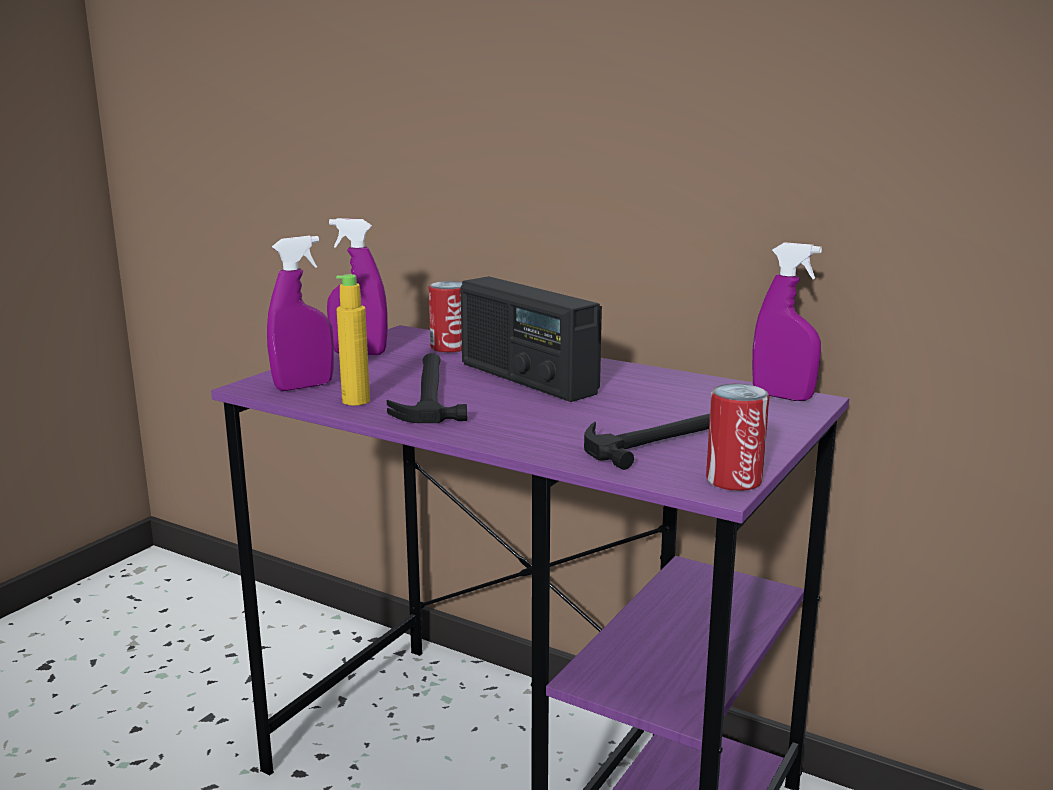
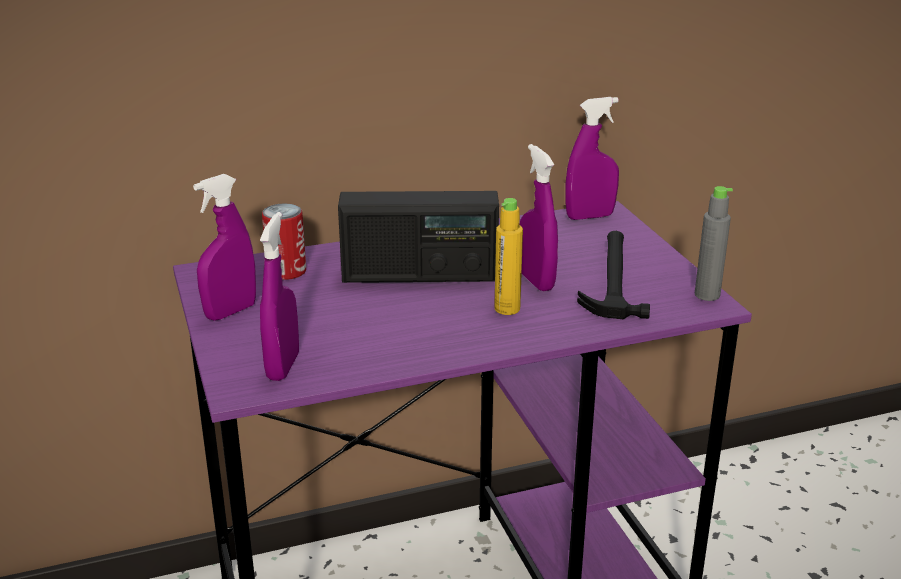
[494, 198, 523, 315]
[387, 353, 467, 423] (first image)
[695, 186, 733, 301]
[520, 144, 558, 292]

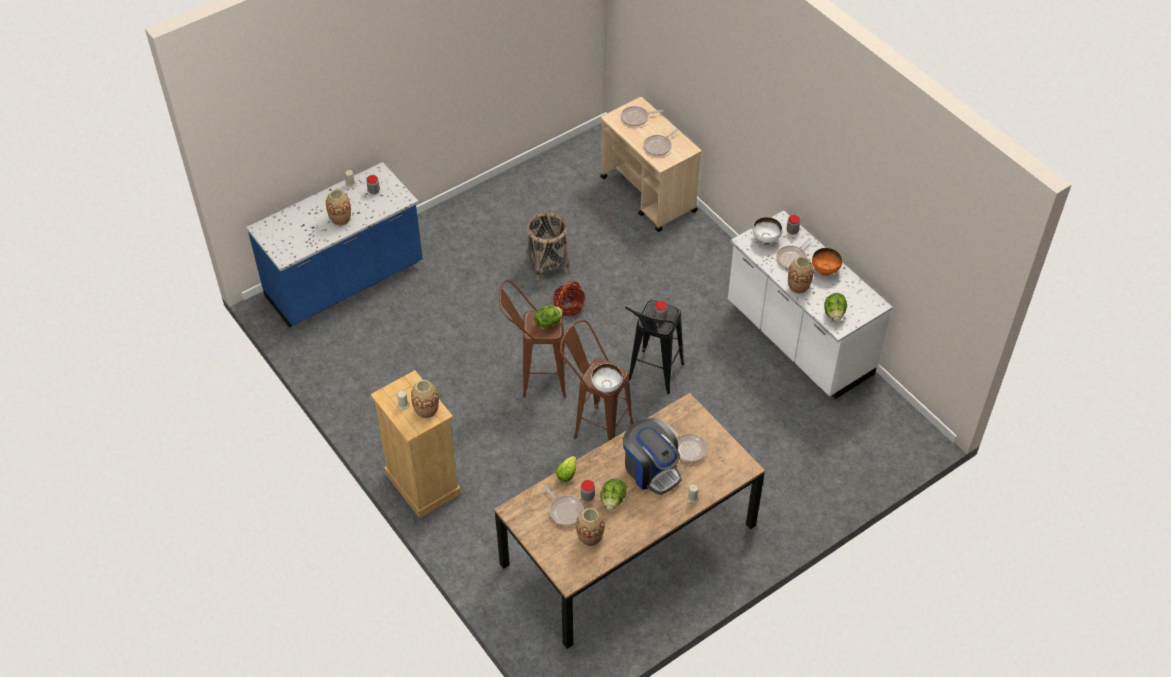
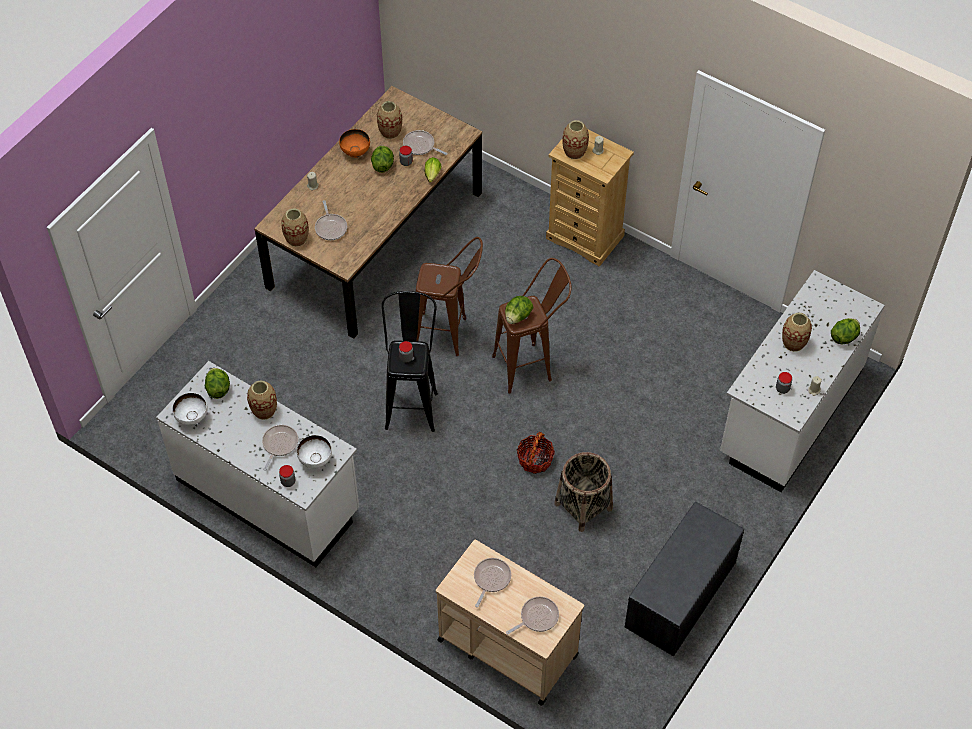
[720, 270, 885, 492]
[172, 393, 208, 425]
[623, 418, 682, 495] (first image)
[315, 200, 347, 240]
[339, 129, 370, 158]
[282, 208, 309, 247]
[625, 502, 744, 657]
[831, 318, 860, 345]

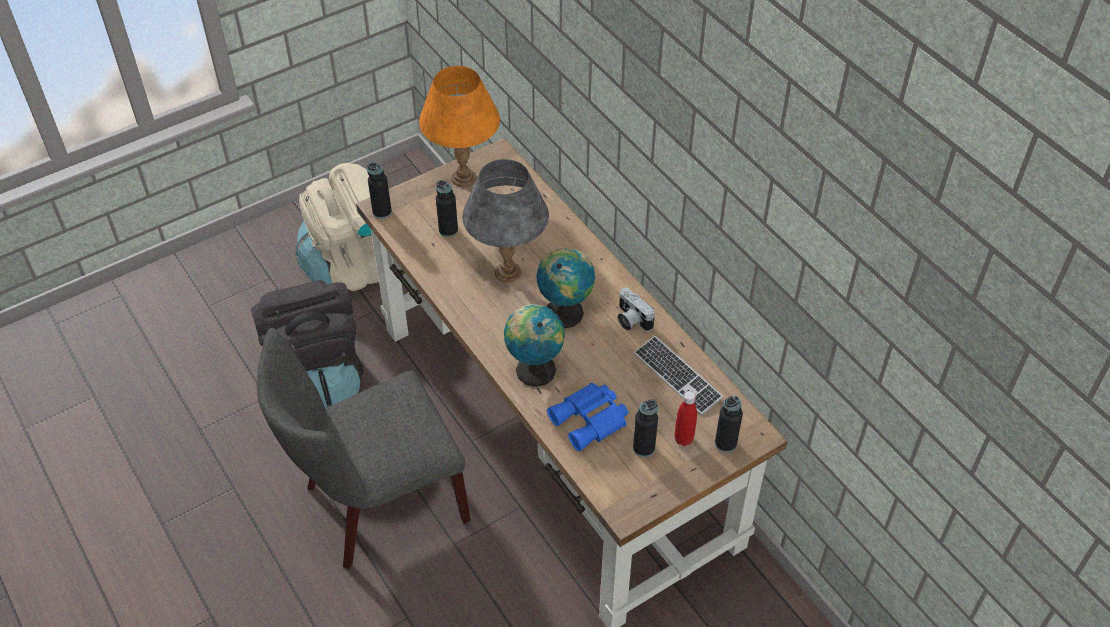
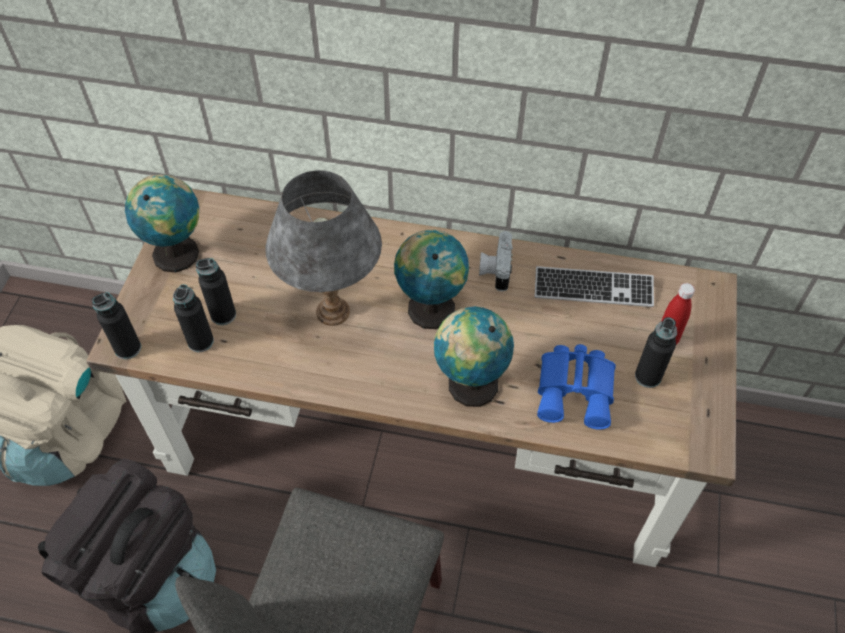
[125, 174, 199, 272]
[479, 231, 513, 291]
[173, 284, 214, 352]

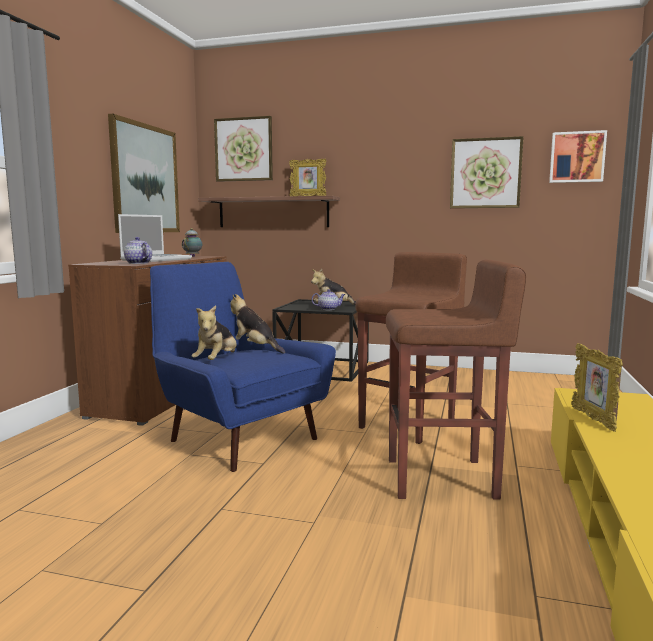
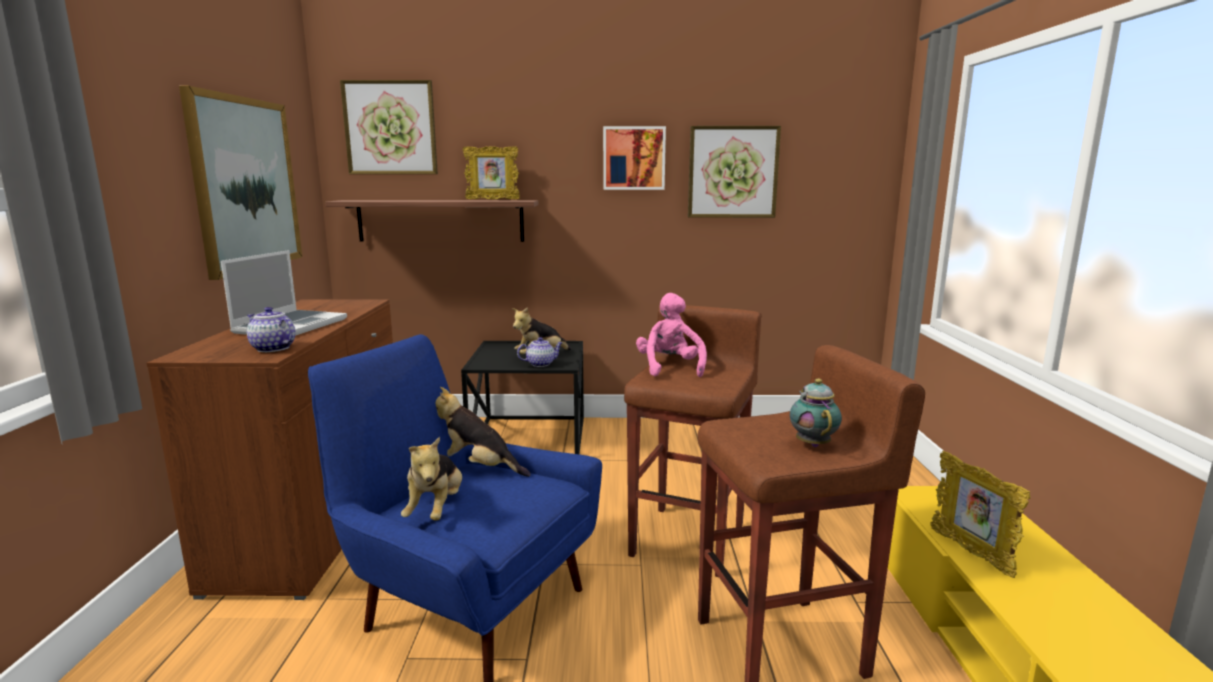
[790, 379, 842, 447]
[603, 126, 666, 190]
[636, 293, 707, 377]

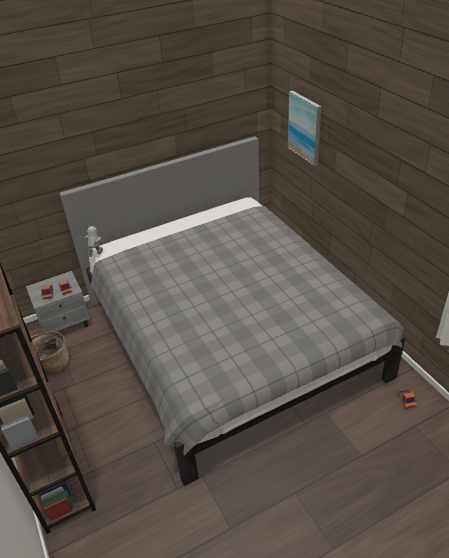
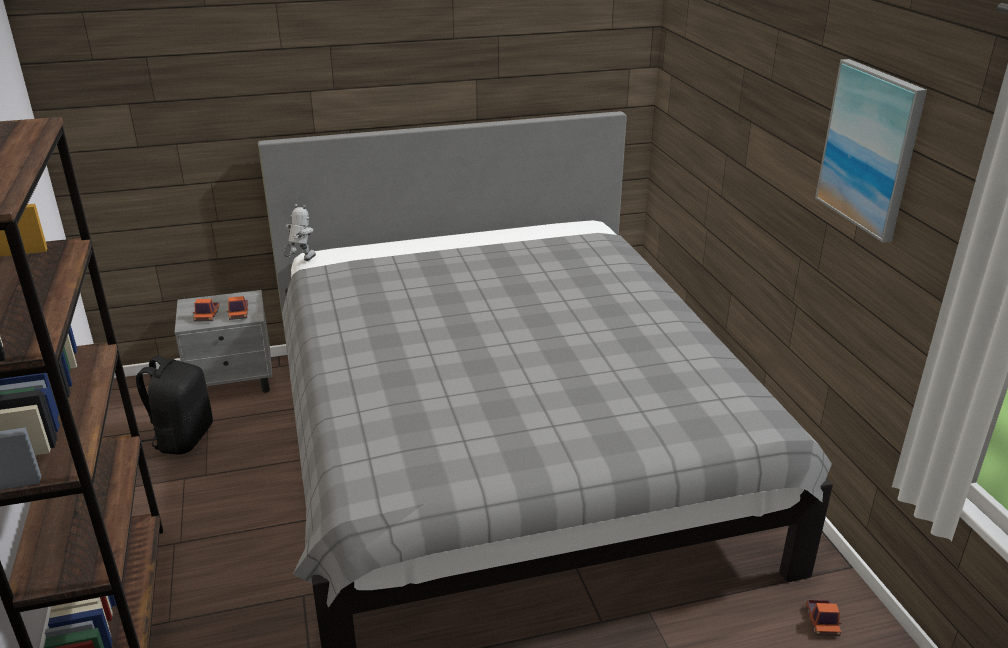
[136, 355, 213, 455]
[815, 59, 927, 243]

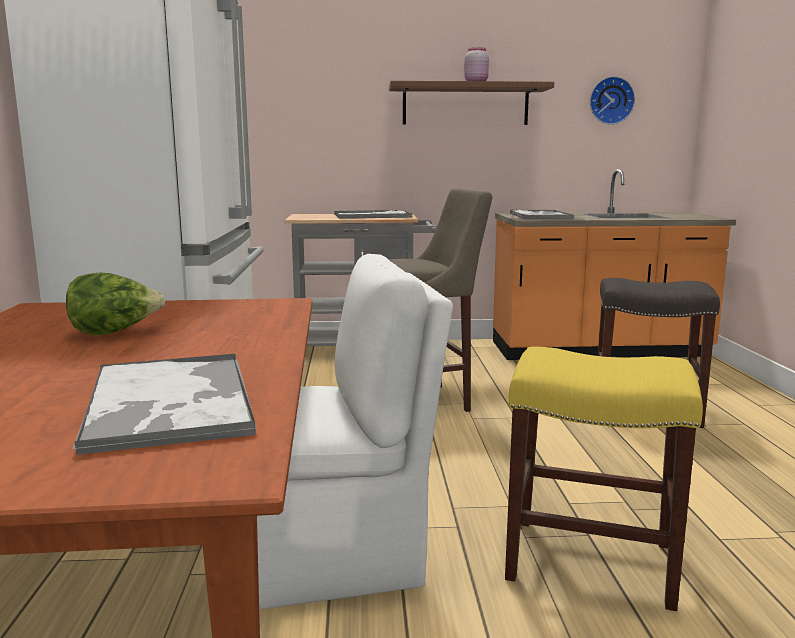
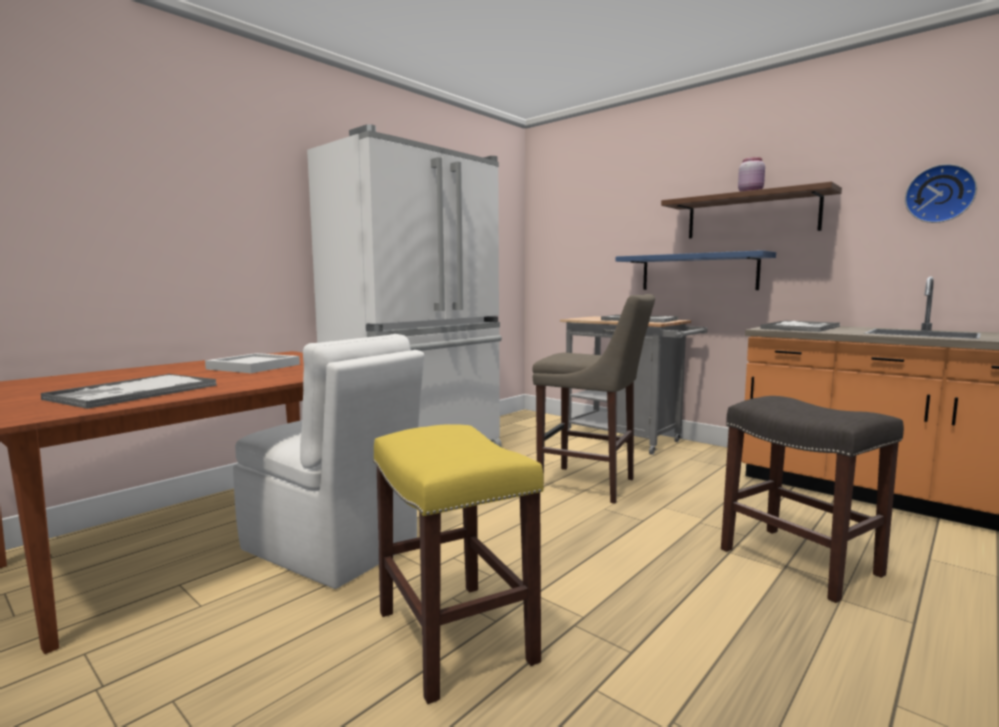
[205, 353, 300, 373]
[616, 250, 776, 290]

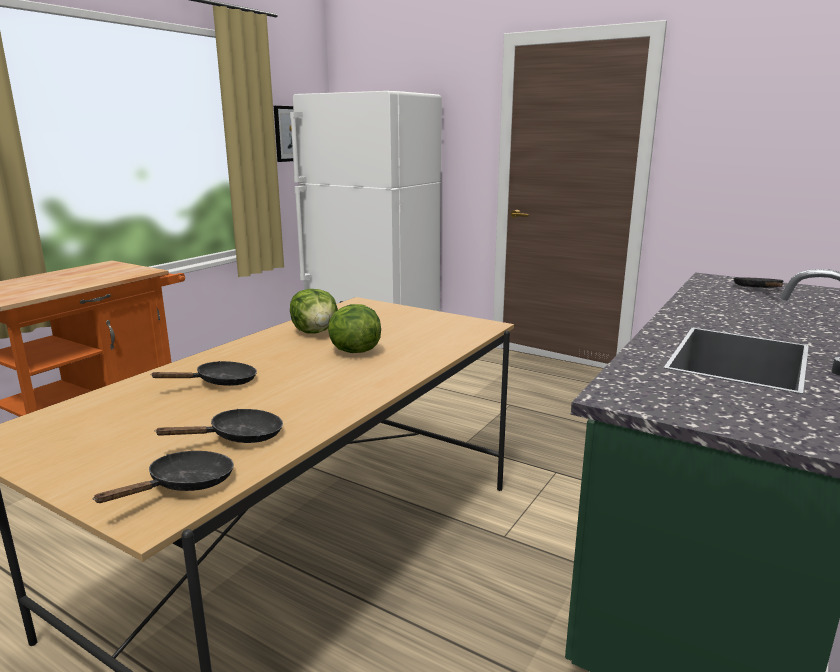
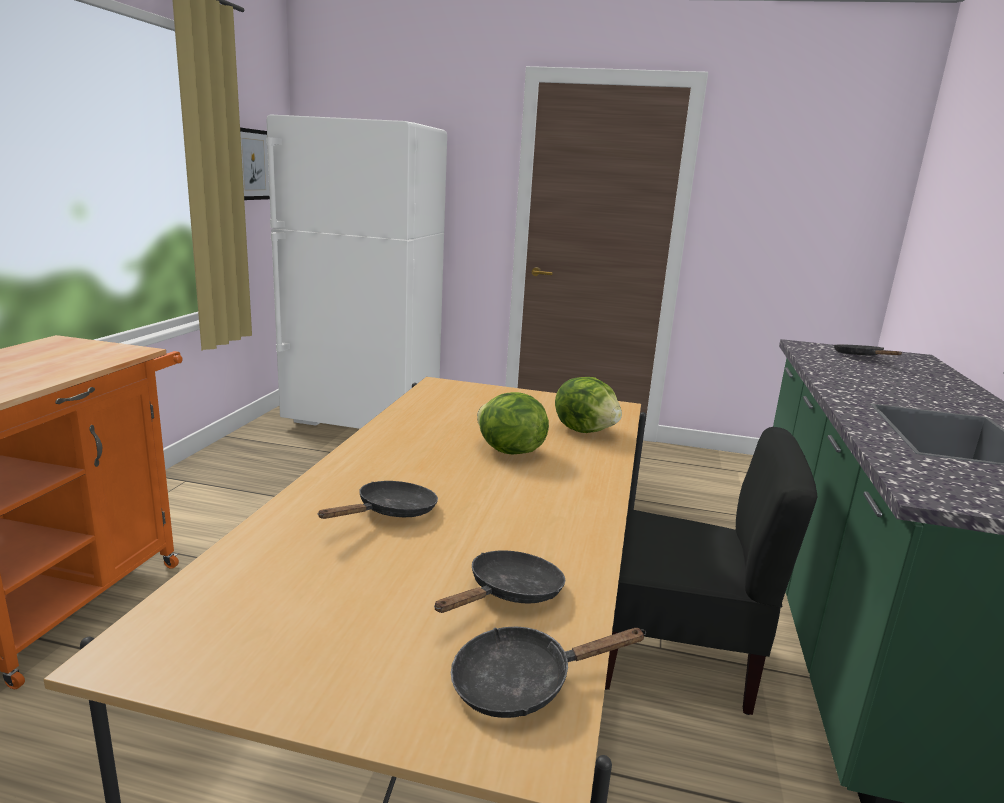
[451, 627, 646, 718]
[555, 377, 622, 433]
[605, 427, 817, 715]

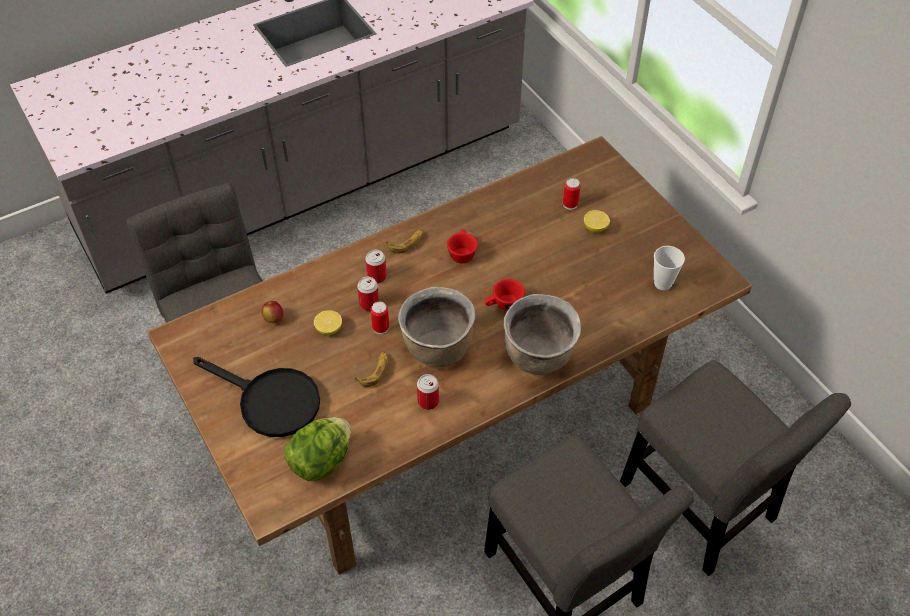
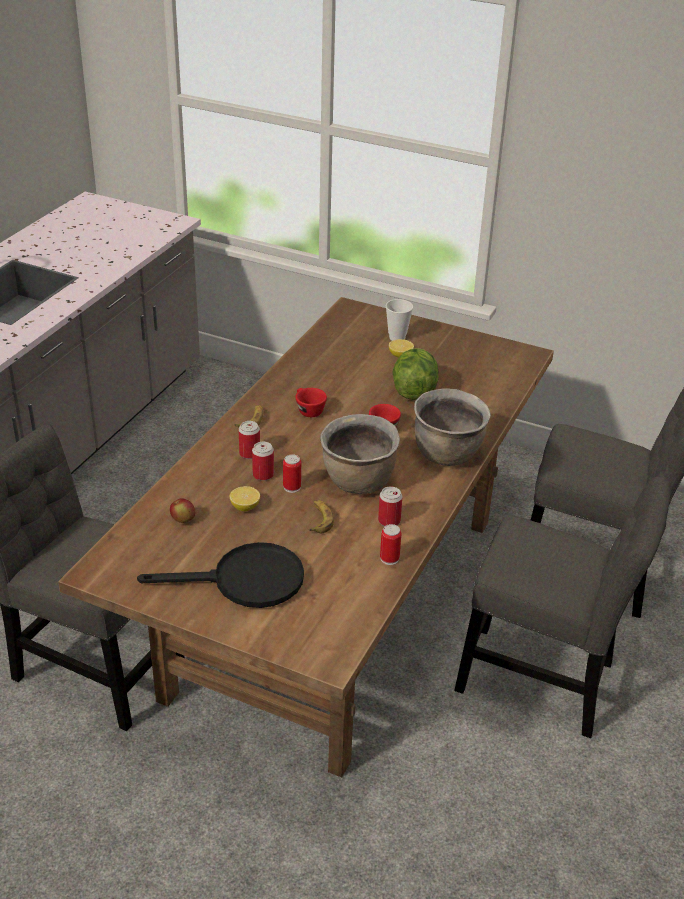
[392, 348, 439, 400]
[380, 524, 401, 565]
[386, 299, 413, 341]

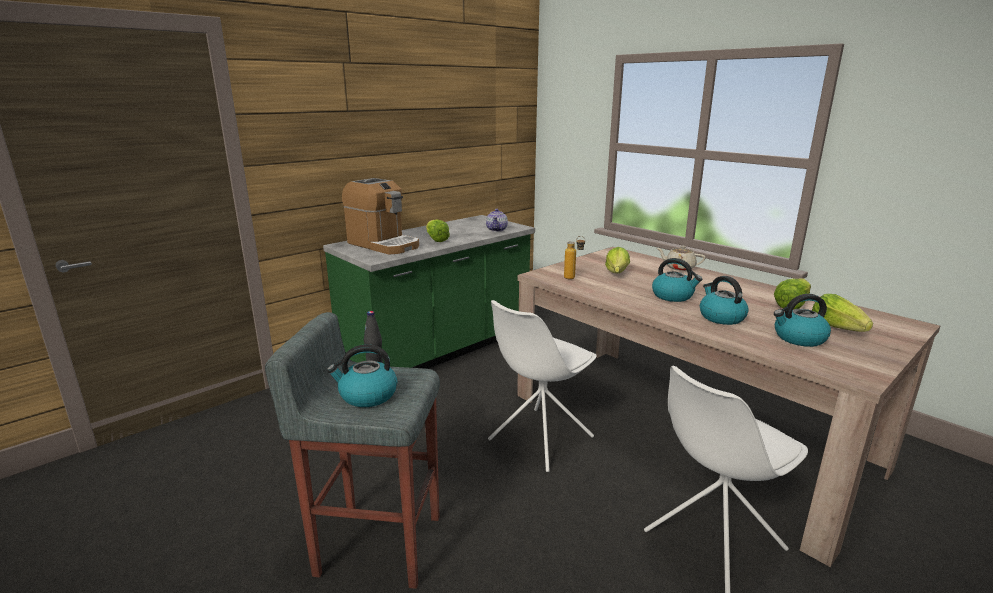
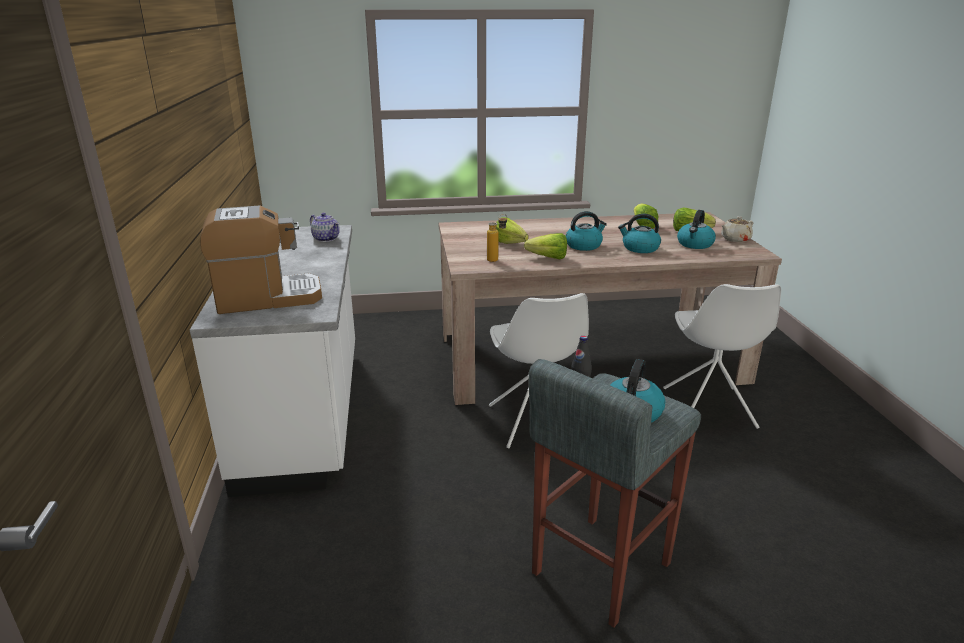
[190, 225, 355, 497]
[524, 233, 567, 259]
[721, 216, 753, 242]

